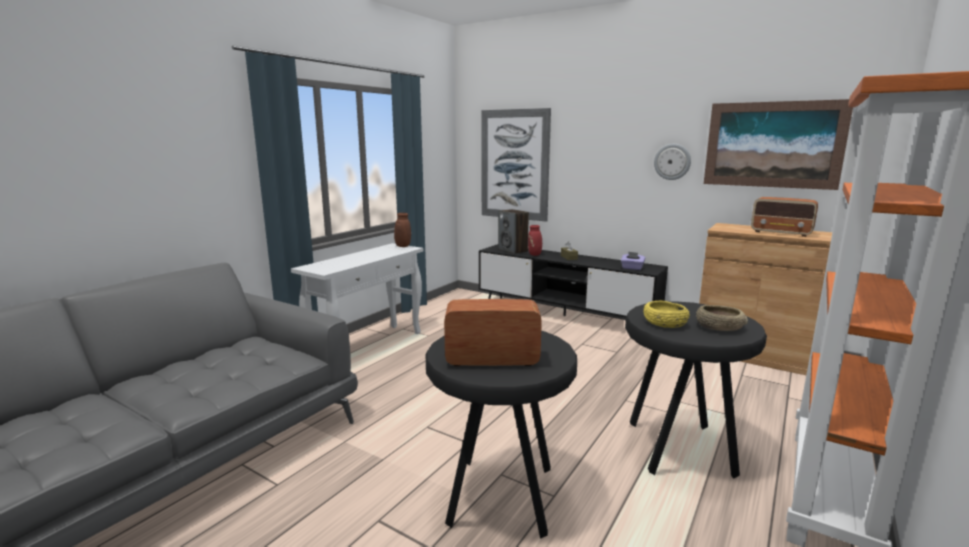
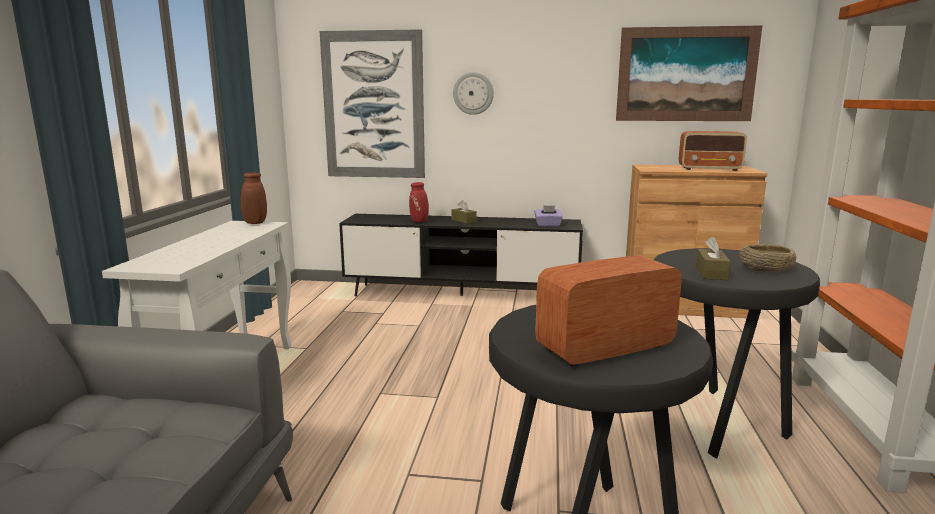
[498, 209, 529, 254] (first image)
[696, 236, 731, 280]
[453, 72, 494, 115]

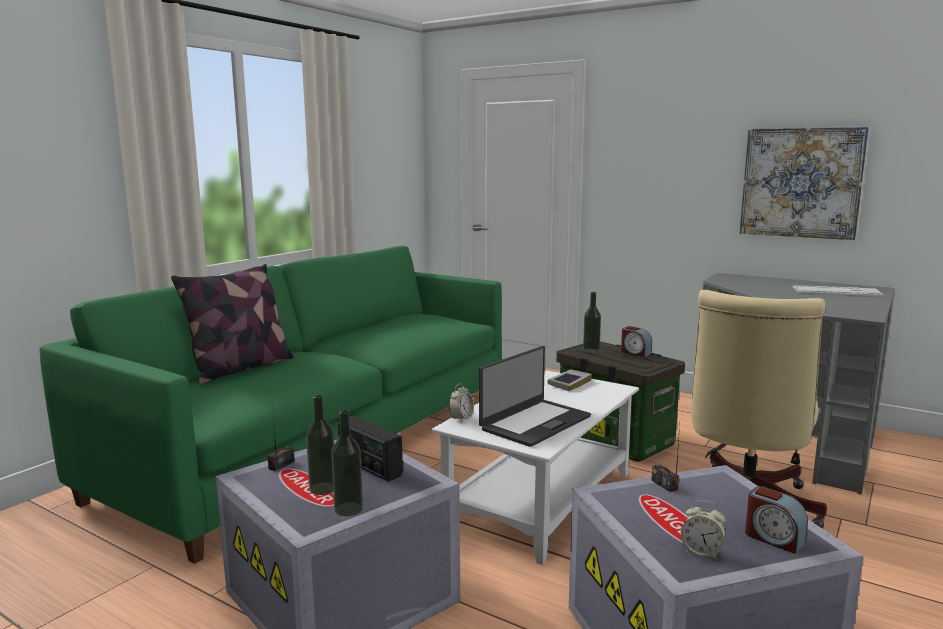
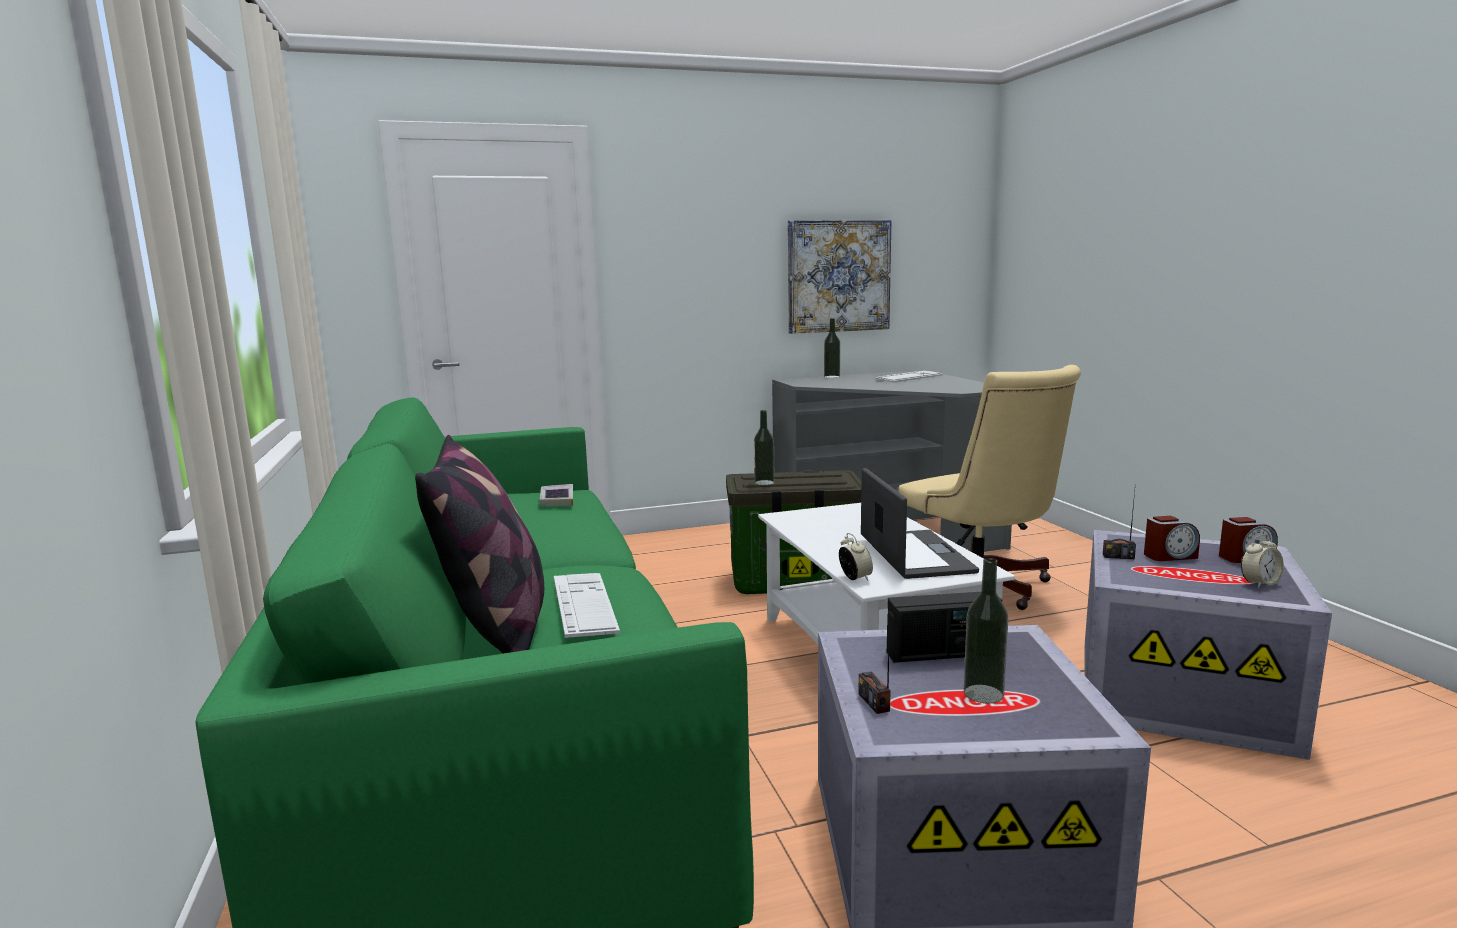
[824, 318, 840, 378]
[539, 484, 573, 506]
[1144, 516, 1200, 561]
[554, 573, 620, 638]

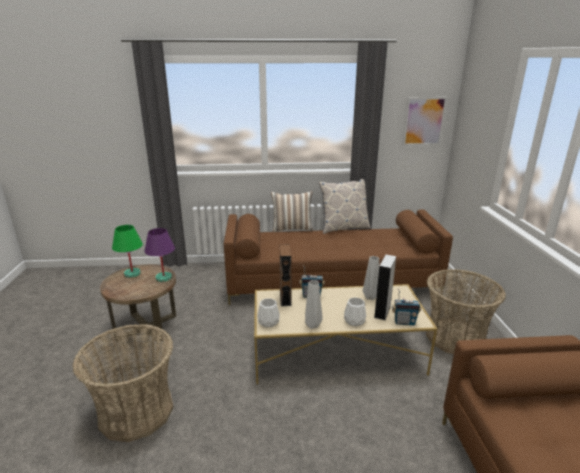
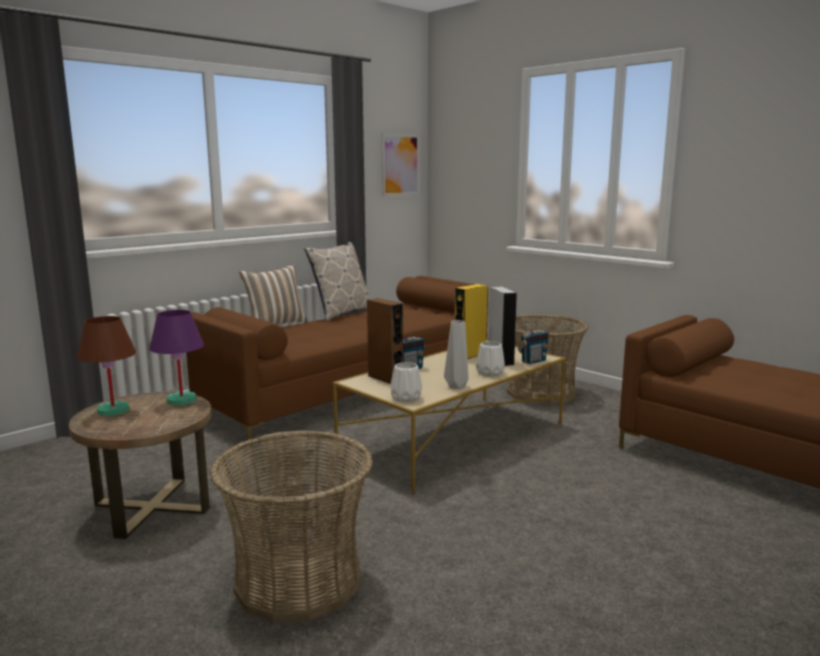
[77, 316, 136, 416]
[455, 284, 488, 359]

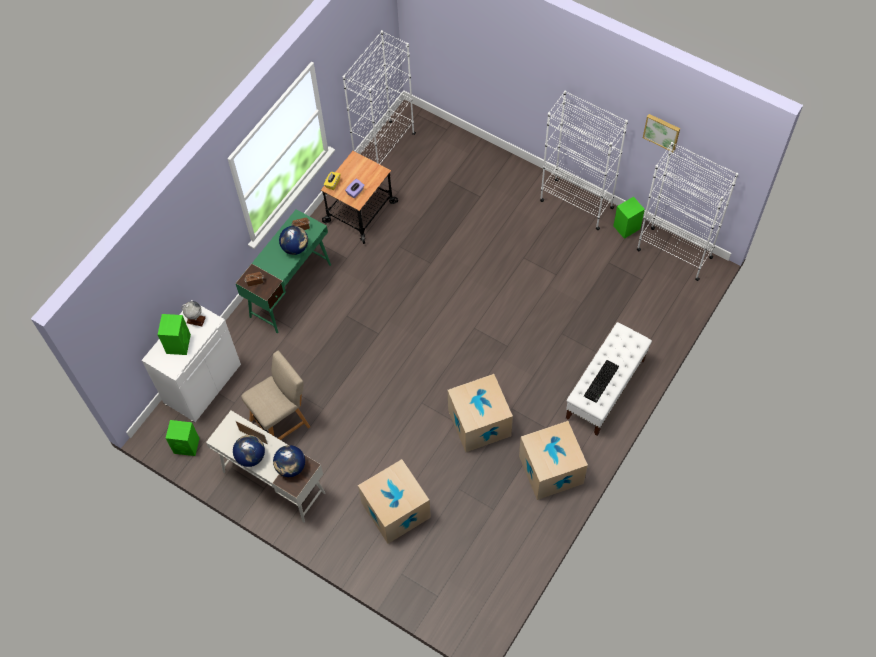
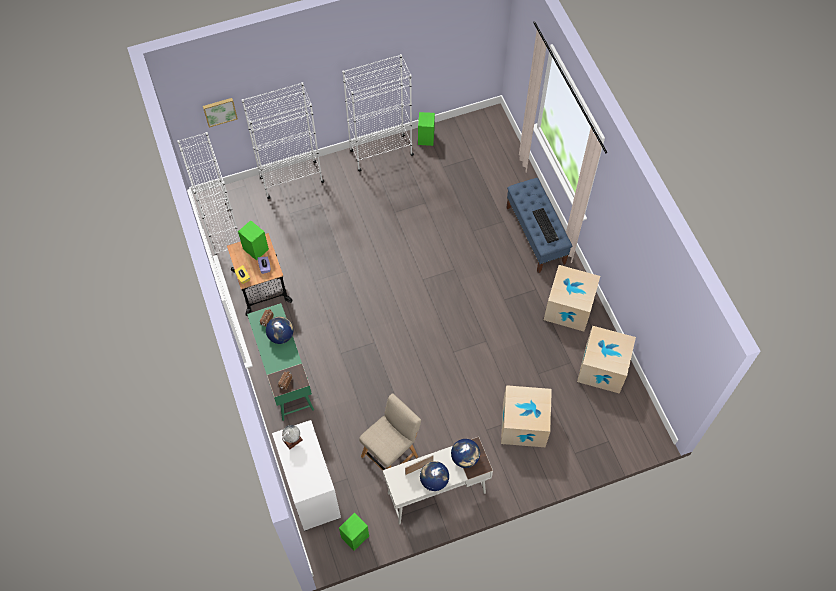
[238, 220, 269, 261]
[359, 393, 421, 470]
[577, 326, 636, 393]
[506, 178, 572, 273]
[242, 82, 325, 199]
[203, 98, 238, 127]

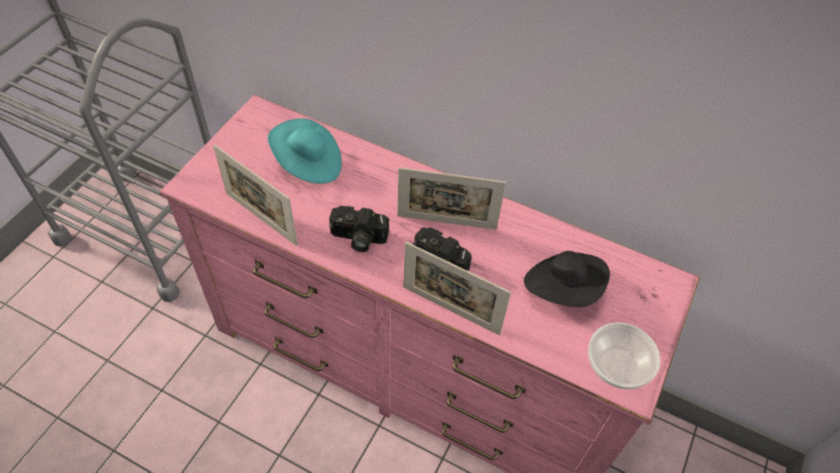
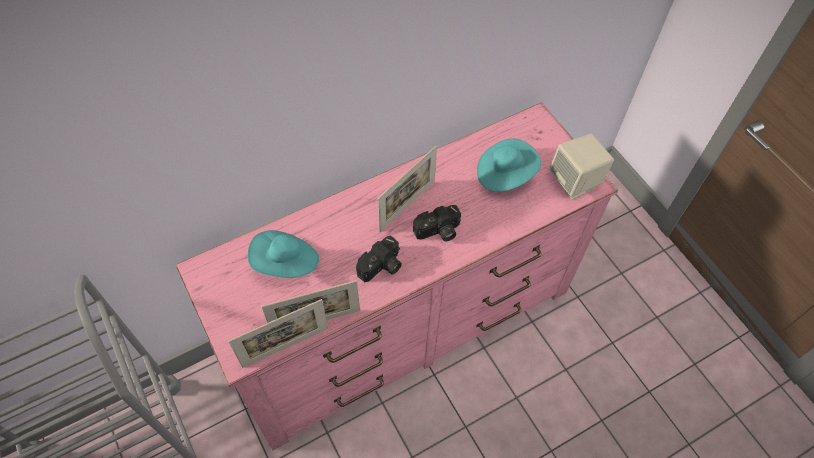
[228, 299, 328, 368]
[477, 138, 541, 192]
[549, 134, 614, 199]

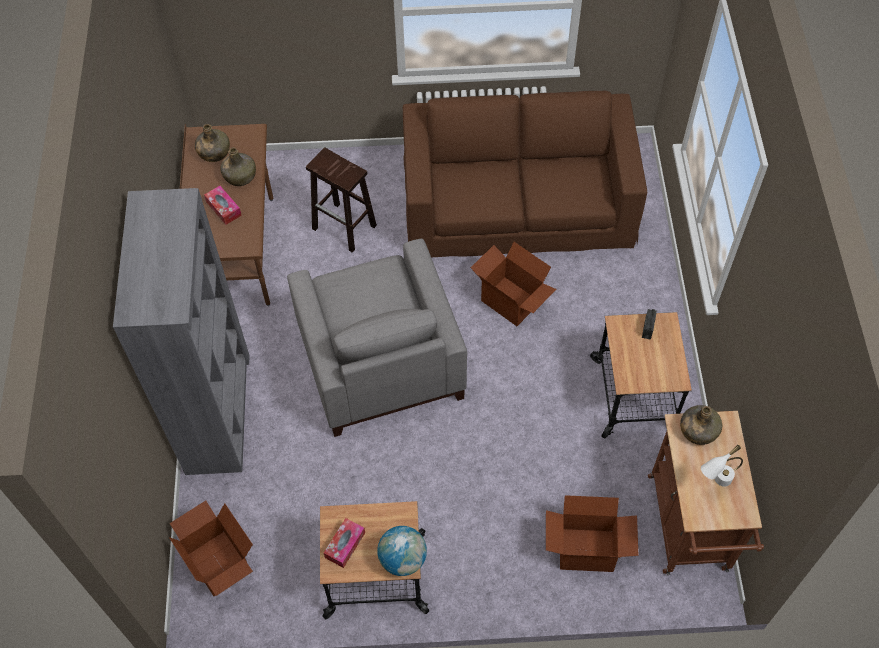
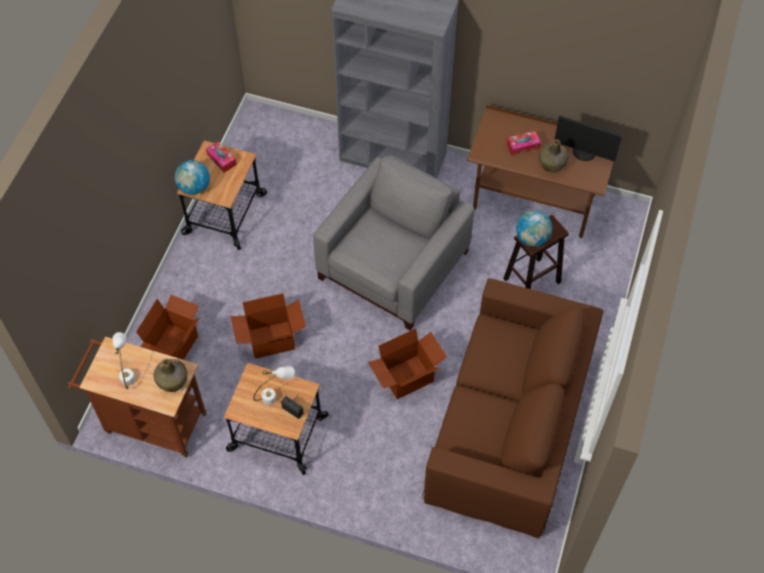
[230, 293, 306, 359]
[554, 116, 622, 161]
[313, 155, 475, 331]
[253, 366, 295, 405]
[516, 210, 552, 247]

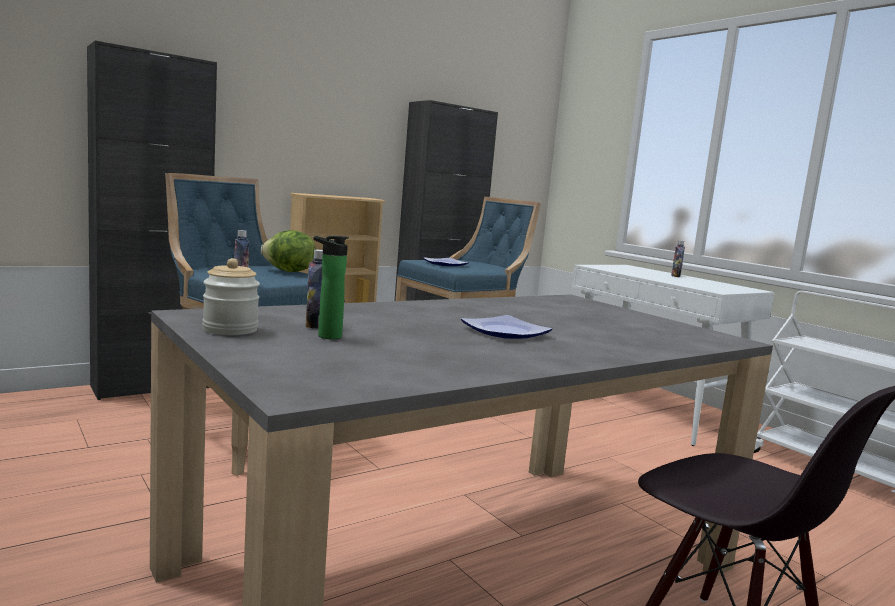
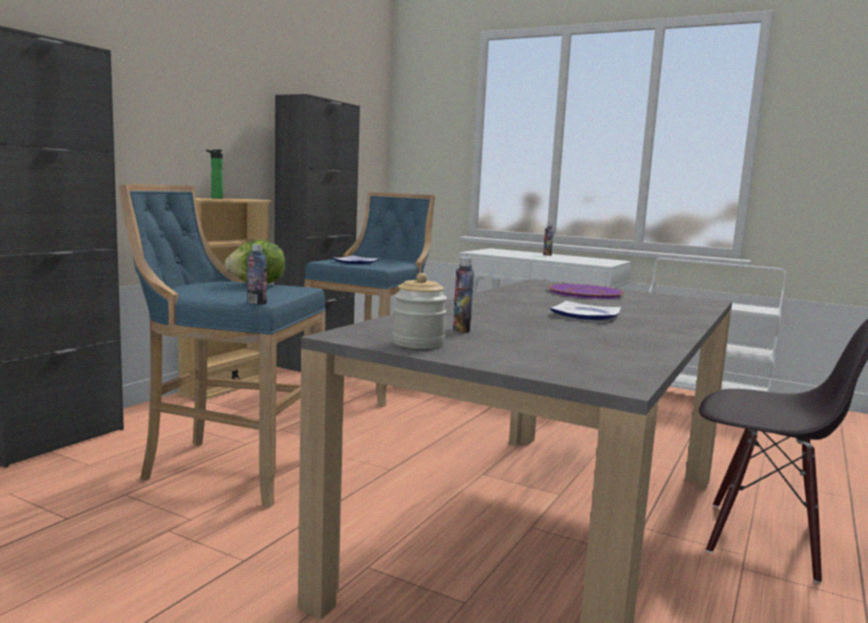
[206, 149, 223, 199]
[548, 284, 625, 299]

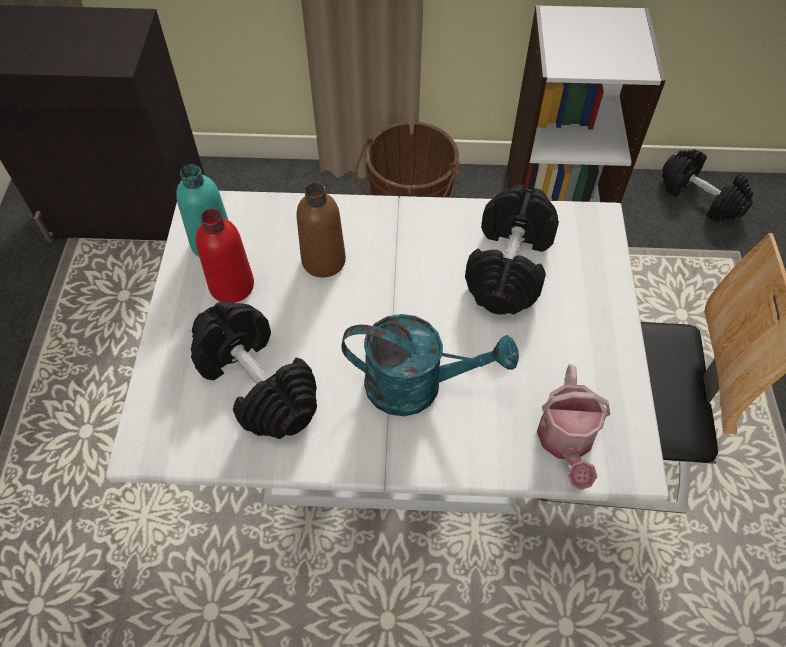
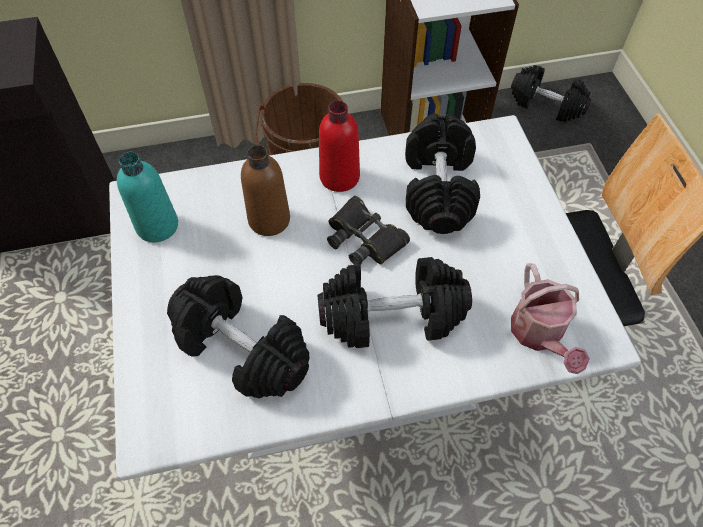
[319, 101, 360, 192]
[317, 257, 472, 348]
[327, 196, 410, 265]

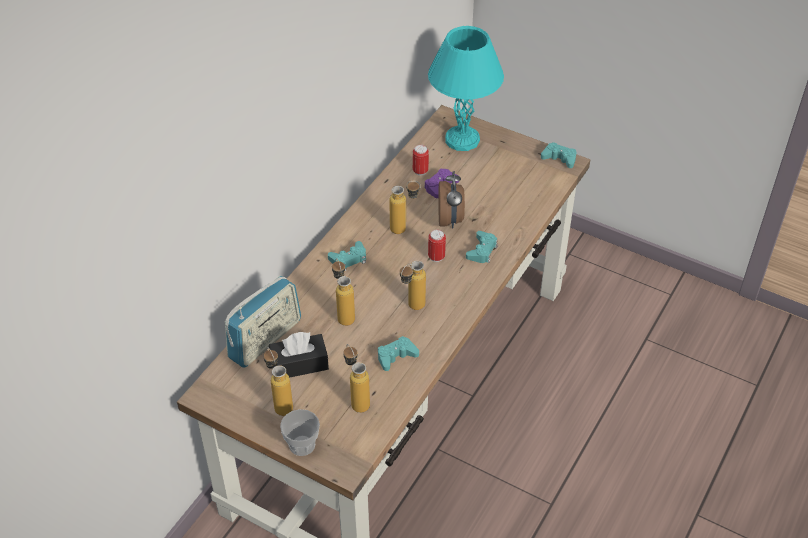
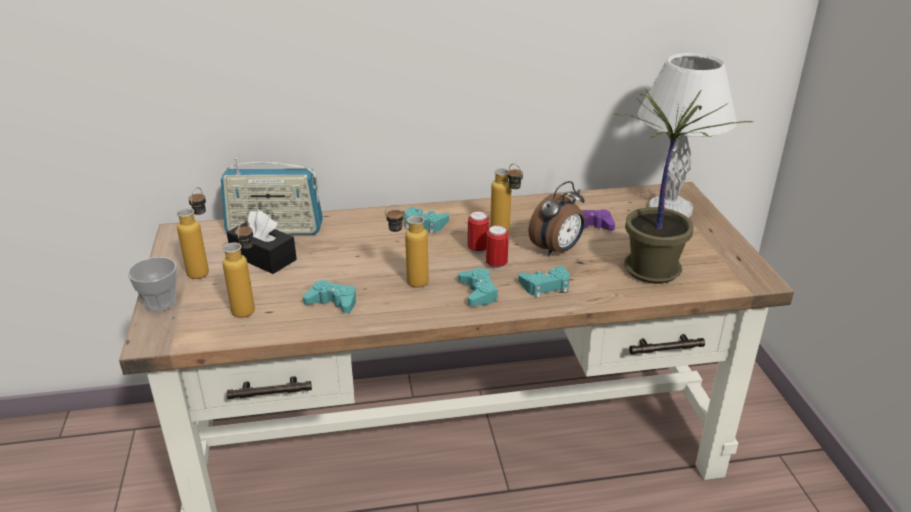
[332, 258, 355, 326] (first image)
[467, 211, 489, 254]
[638, 53, 737, 218]
[459, 268, 498, 306]
[612, 88, 753, 284]

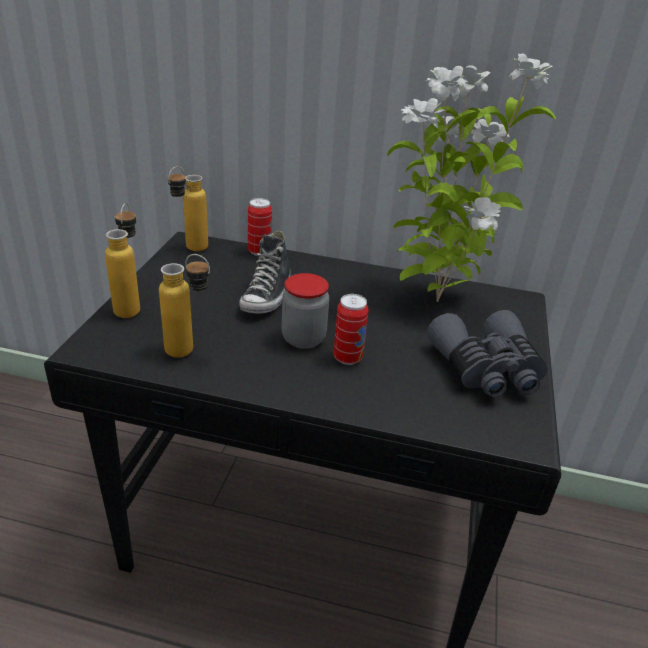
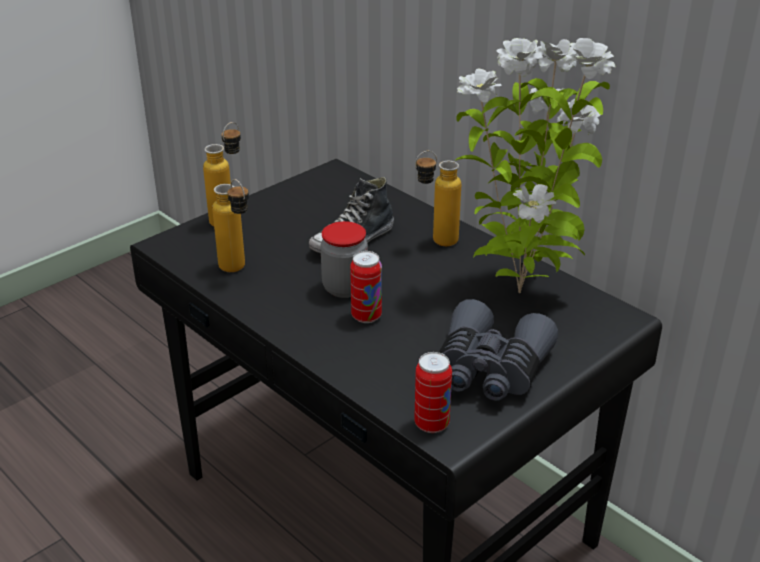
[415, 151, 461, 246]
[414, 352, 452, 433]

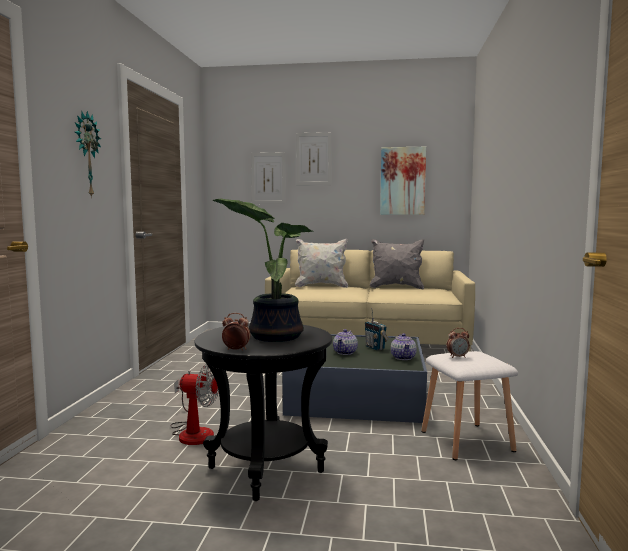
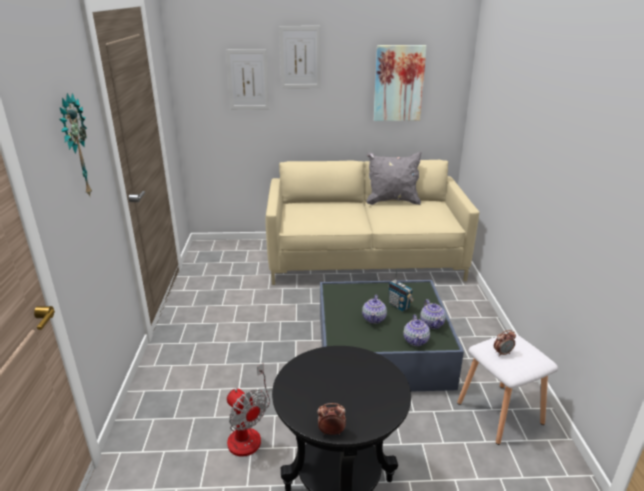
[227, 363, 270, 457]
[213, 198, 315, 342] (first image)
[295, 239, 348, 288] (first image)
[403, 315, 430, 347]

